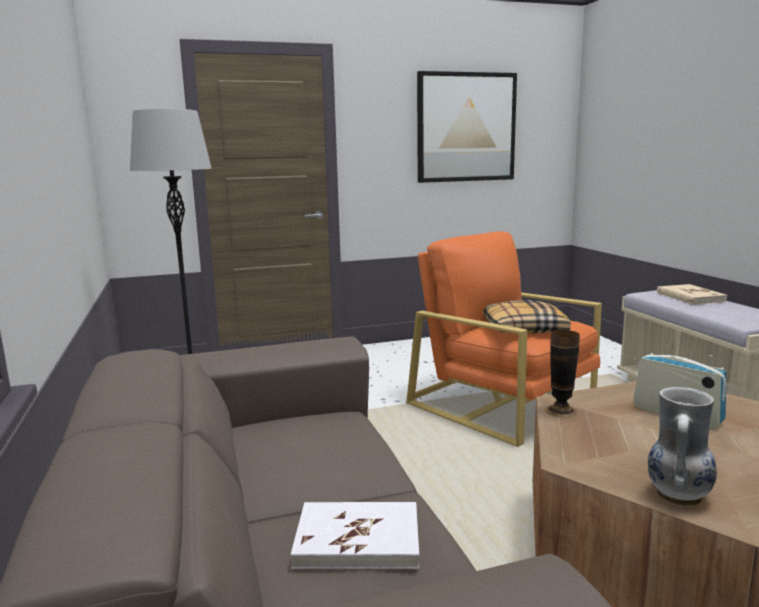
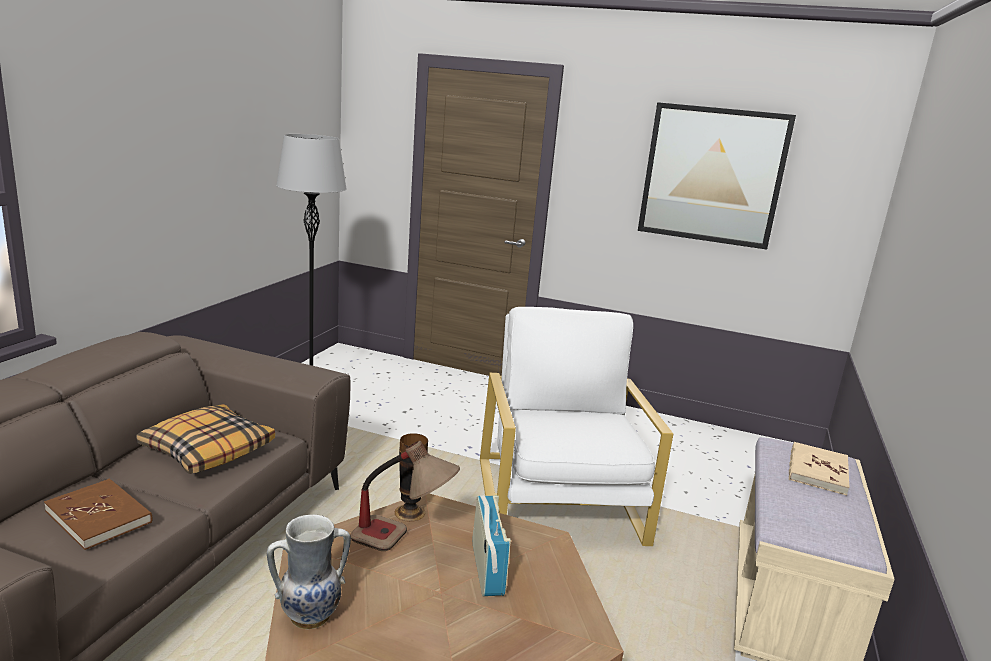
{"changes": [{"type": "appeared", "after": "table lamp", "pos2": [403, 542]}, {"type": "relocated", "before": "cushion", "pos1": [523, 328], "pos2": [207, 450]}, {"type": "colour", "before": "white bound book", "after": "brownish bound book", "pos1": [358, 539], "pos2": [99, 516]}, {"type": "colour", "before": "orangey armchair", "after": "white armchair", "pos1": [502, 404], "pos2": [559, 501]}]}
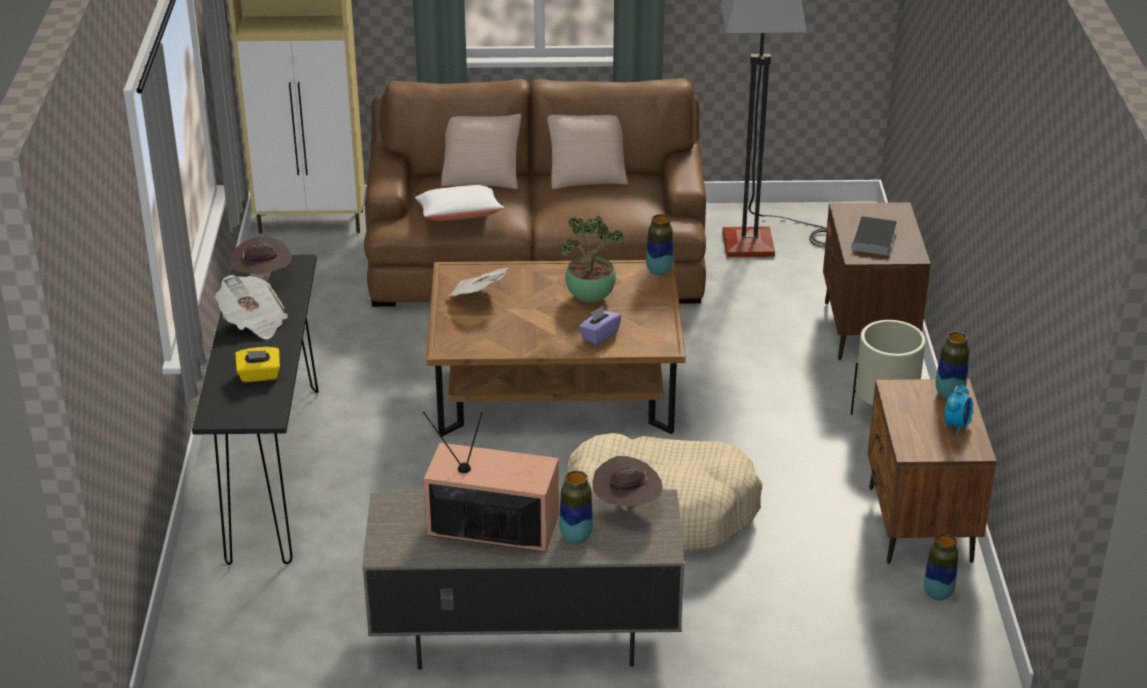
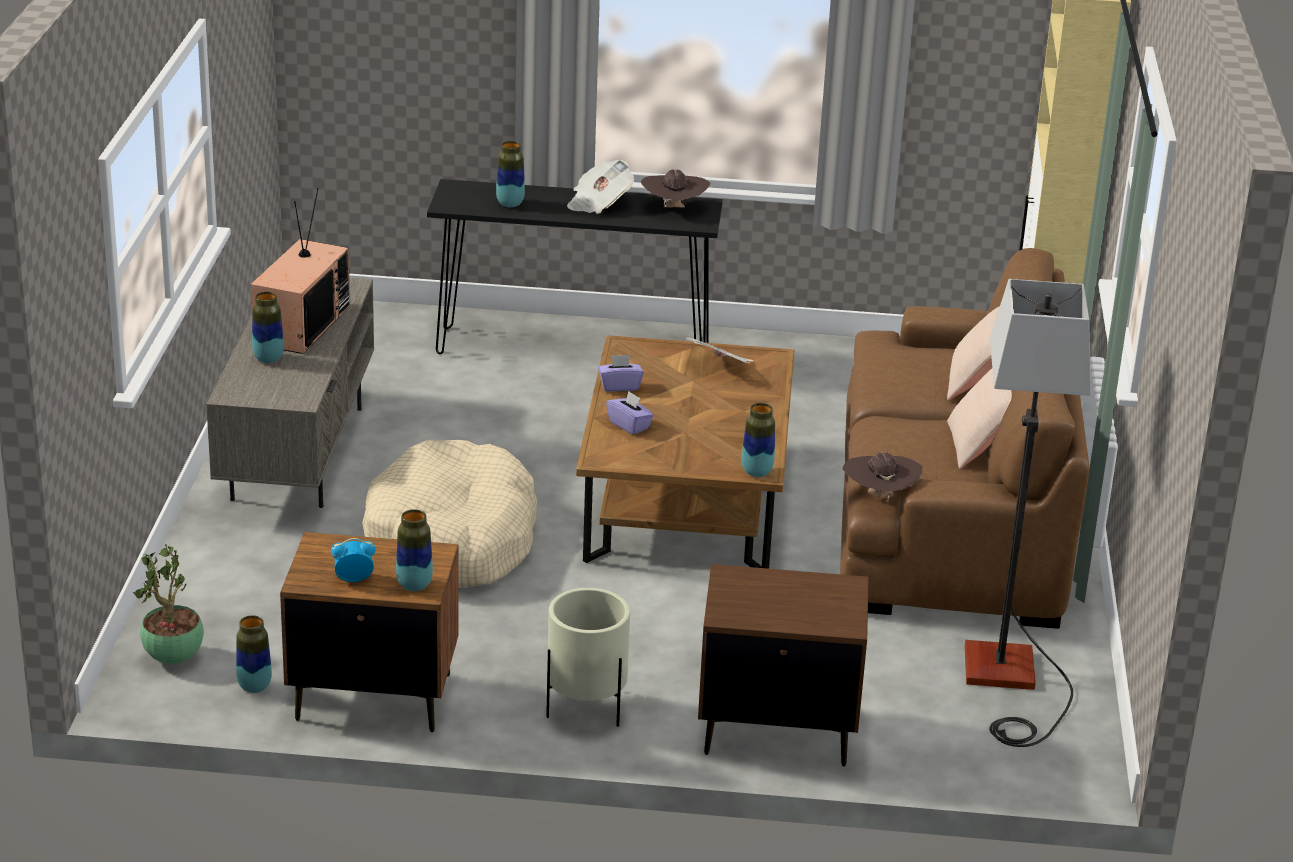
{"changes": [{"type": "missing", "before": "white cushion", "pos1": [459, 216]}, {"type": "missing", "before": "bound book", "pos1": [874, 240]}, {"type": "appeared", "after": "purple-coloured tissue holder", "pos2": [619, 386]}, {"type": "relocated", "before": "potted plant", "pos1": [591, 298], "pos2": [172, 659]}, {"type": "relocated", "before": "brownish wearable hat", "pos1": [626, 506], "pos2": [879, 496]}, {"type": "exchanged", "before": "yellow-coloured tissue holder", "after": "flower vase", "pos1": [259, 375], "pos2": [510, 204]}, {"type": "spun", "before": "table clock", "pos1": [956, 425], "pos2": [353, 579], "turn": 135}]}
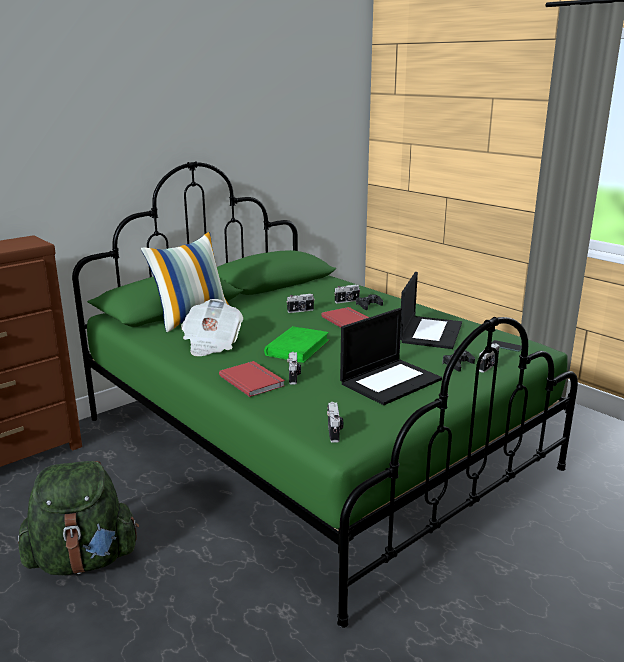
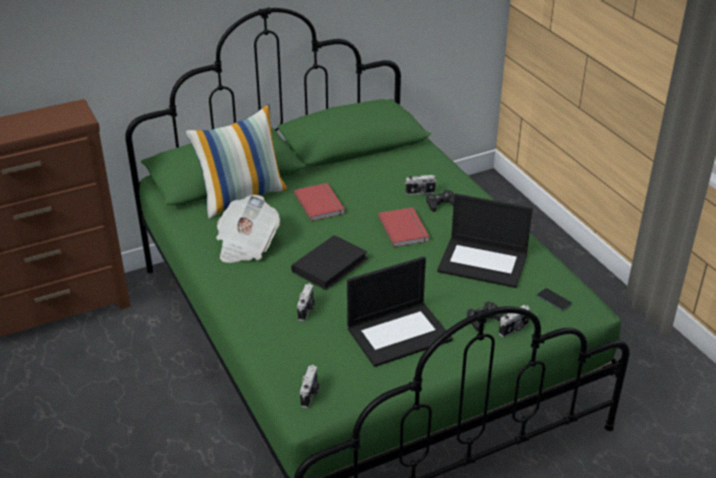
{"changes": [{"type": "missing", "before": "greenish knapsack", "pos1": [83, 560]}, {"type": "missing", "before": "photo camera", "pos1": [300, 311]}, {"type": "relocated", "before": "red-coloured bound book", "pos1": [253, 380], "pos2": [320, 203]}, {"type": "colour", "before": "greenish bound book", "after": "blackish bound book", "pos1": [297, 348], "pos2": [330, 265]}, {"type": "spun", "before": "laptop", "pos1": [430, 332], "pos2": [484, 262], "turn": 75}]}
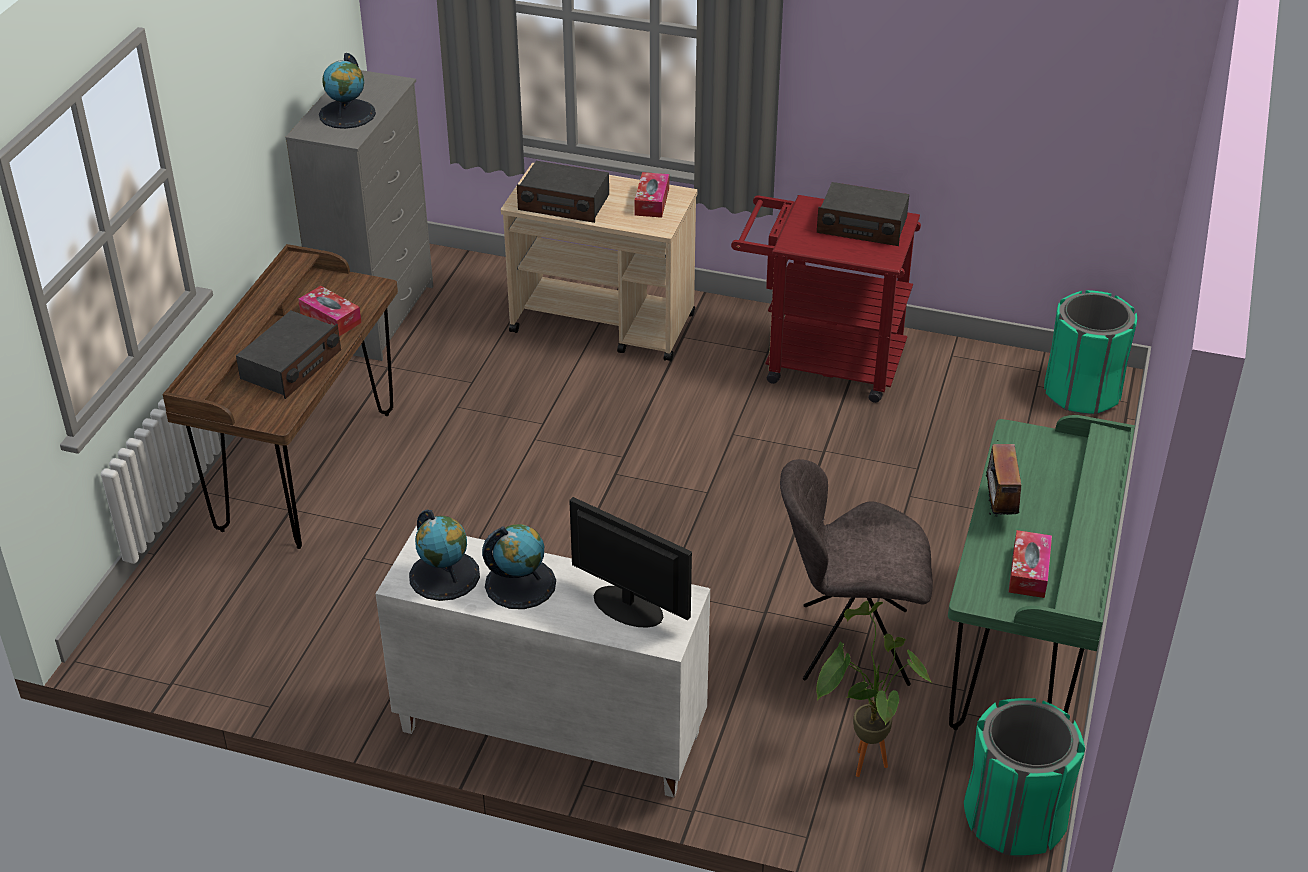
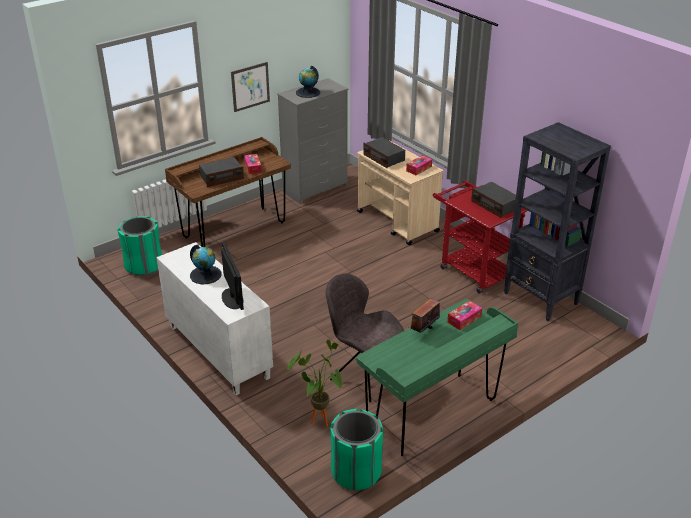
{"changes": [{"type": "missing", "before": "world globe", "pos1": [444, 575]}, {"type": "appeared", "after": "picture", "pos2": [250, 86]}, {"type": "appeared", "after": "blackish bookshelf", "pos2": [541, 299]}, {"type": "relocated", "before": "tissue holder", "pos1": [1028, 572], "pos2": [464, 319]}, {"type": "relocated", "before": "greenish trash can", "pos1": [1081, 392], "pos2": [144, 265]}]}
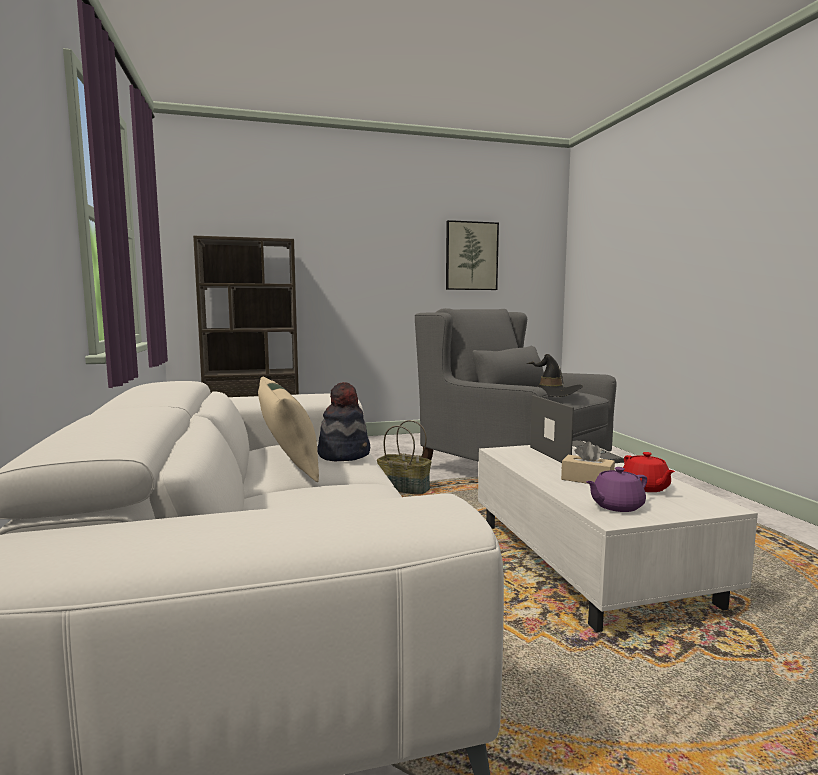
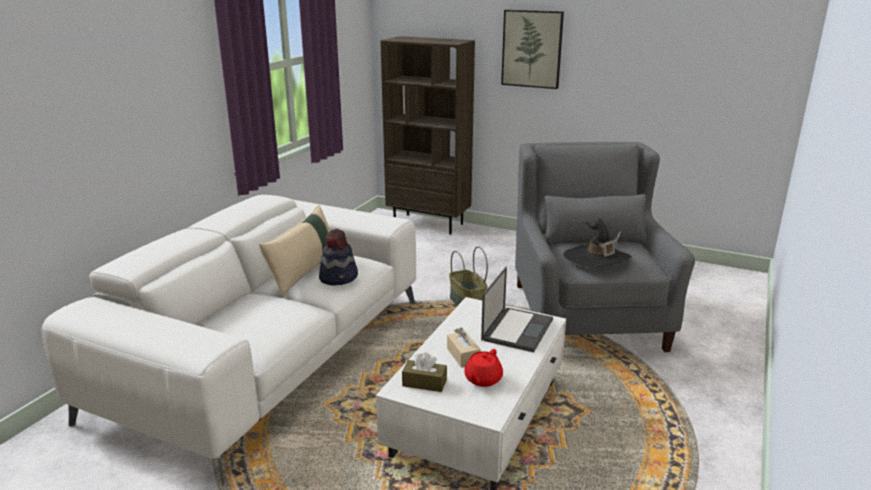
{"changes": [{"type": "relocated", "before": "picture", "pos1": [471, 256], "pos2": [532, 49]}, {"type": "exchanged", "before": "purple-coloured teapot", "after": "brownish tissue holder", "pos1": [616, 506], "pos2": [424, 383]}]}
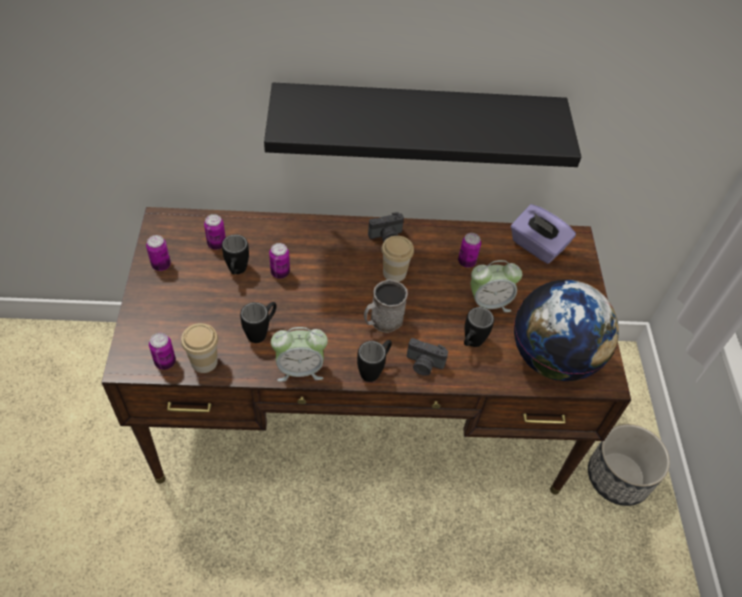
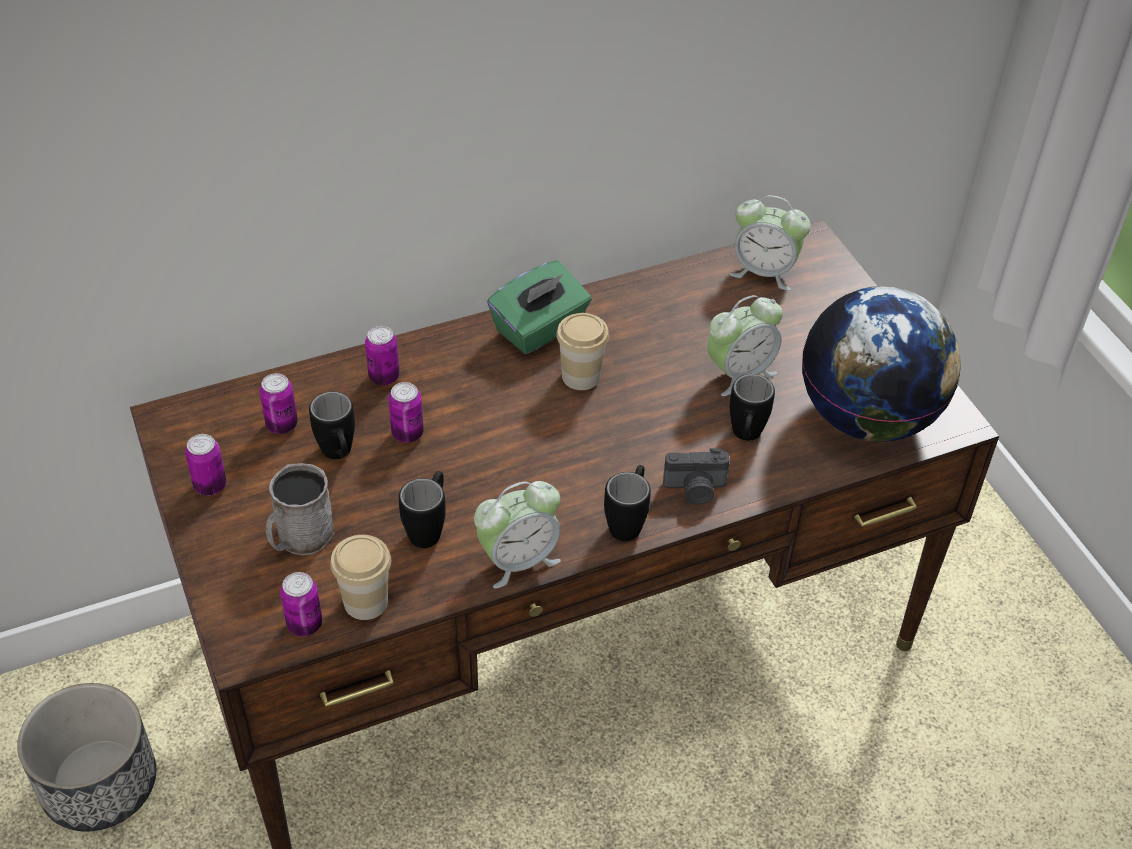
{"changes": [{"type": "missing", "before": "blackish wall shelf", "pos1": [416, 121]}, {"type": "relocated", "before": "greyish mug", "pos1": [382, 321], "pos2": [300, 538]}, {"type": "relocated", "before": "metal can", "pos1": [466, 262], "pos2": [384, 377]}, {"type": "relocated", "before": "flower pot", "pos1": [618, 477], "pos2": [100, 783]}, {"type": "exchanged", "before": "photo camera", "after": "greenish tissue holder", "pos1": [386, 237], "pos2": [540, 329]}, {"type": "exchanged", "before": "purple-coloured tissue holder", "after": "table clock", "pos1": [536, 246], "pos2": [764, 272]}]}
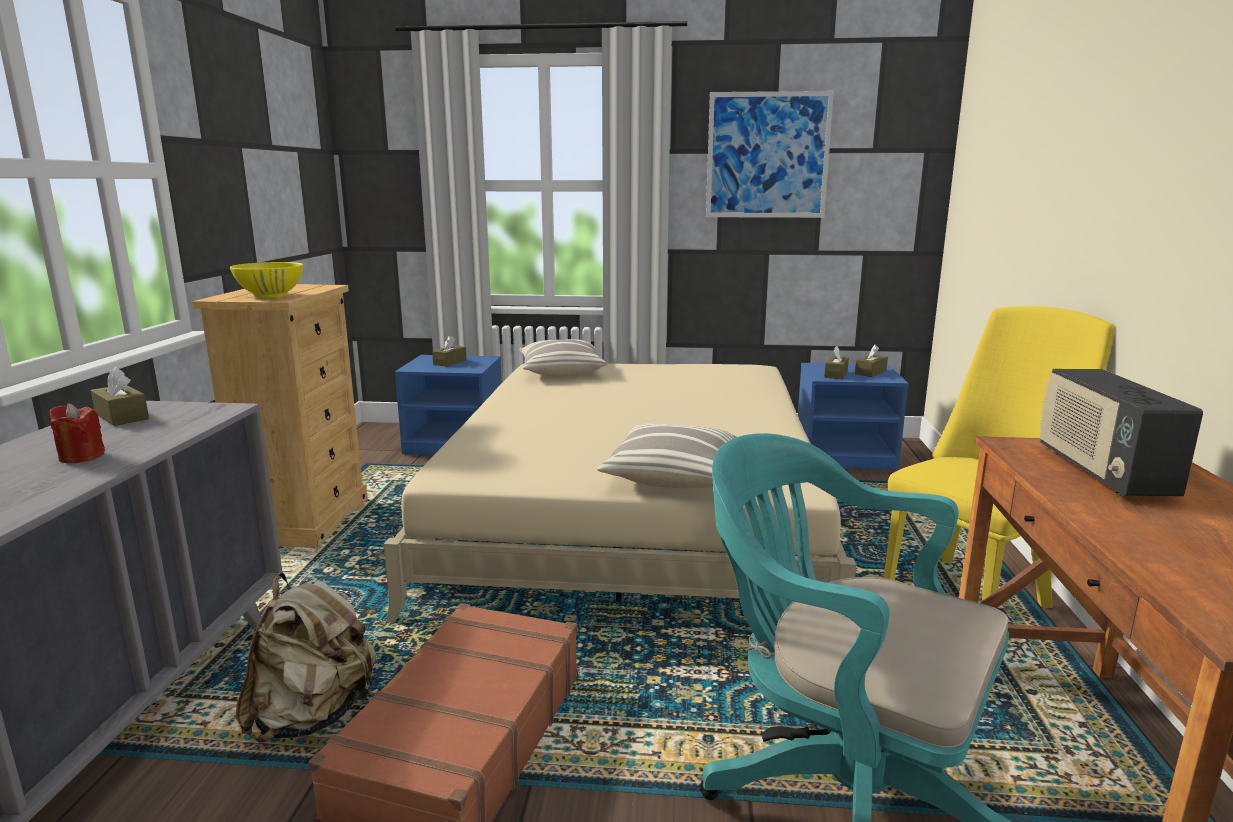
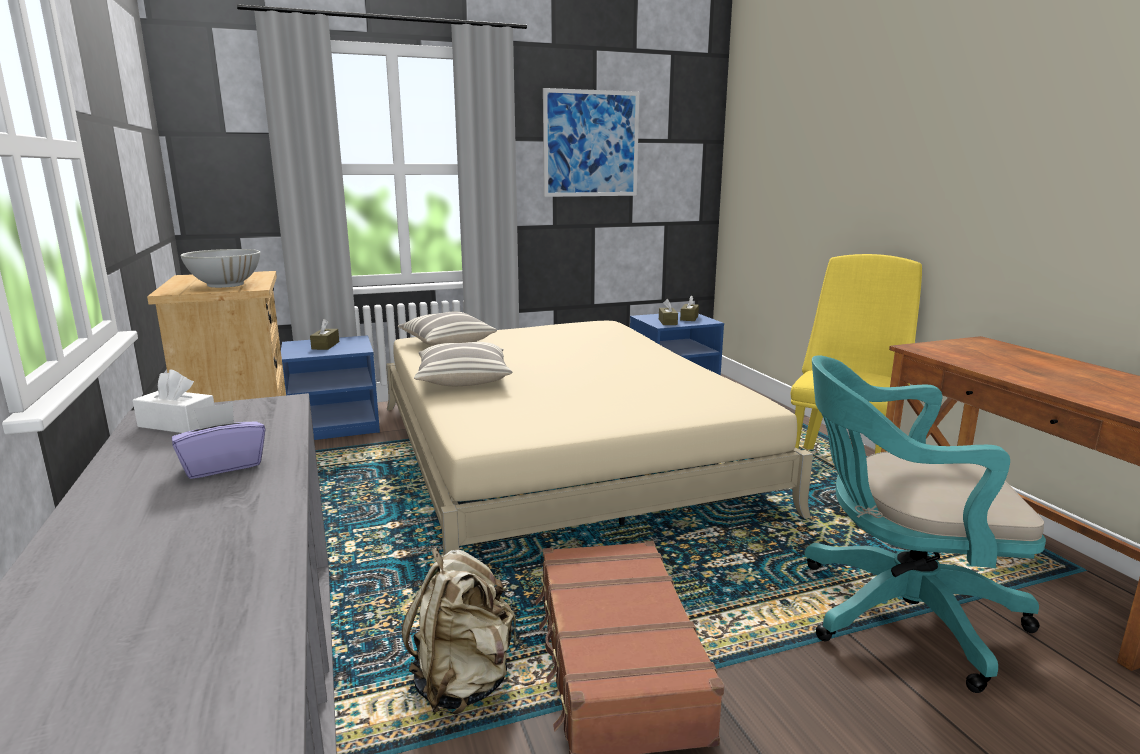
{"changes": [{"type": "missing", "before": "radio receiver", "pos1": [1101, 471]}, {"type": "relocated", "before": "cushion", "pos1": [673, 475], "pos2": [462, 379]}, {"type": "exchanged", "before": "red-coloured wax candle", "after": "purple-coloured tissue holder", "pos1": [81, 456], "pos2": [223, 466]}, {"type": "colour", "before": "brownish tissue holder", "after": "white tissue holder", "pos1": [122, 416], "pos2": [177, 424]}, {"type": "colour", "before": "yellow-coloured serving bowl", "after": "white serving bowl", "pos1": [270, 295], "pos2": [225, 285]}]}
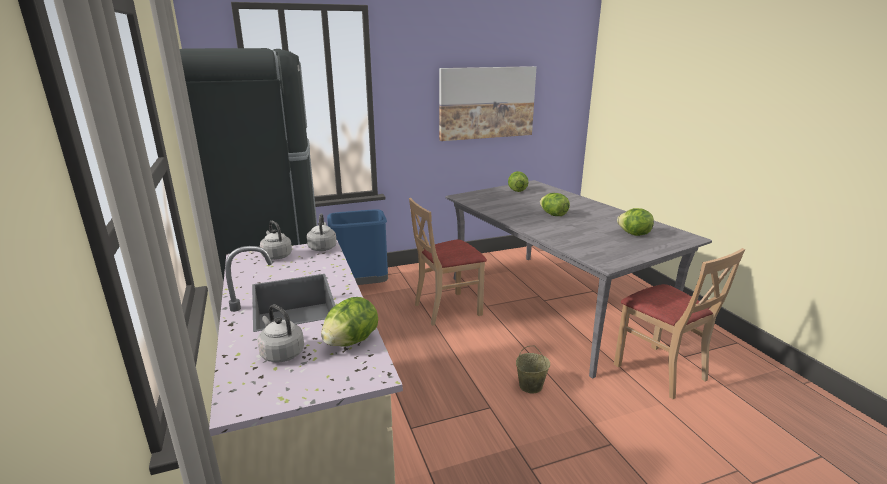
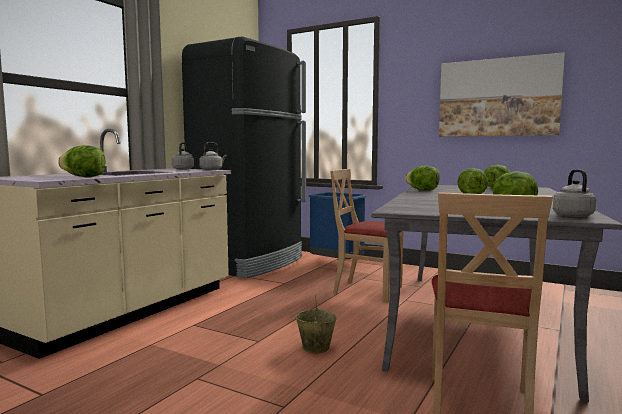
{"changes": [{"type": "appeared", "after": "lettuce", "pos2": [422, 190]}, {"type": "relocated", "before": "greyish water kettle", "pos1": [281, 353], "pos2": [571, 215]}]}
